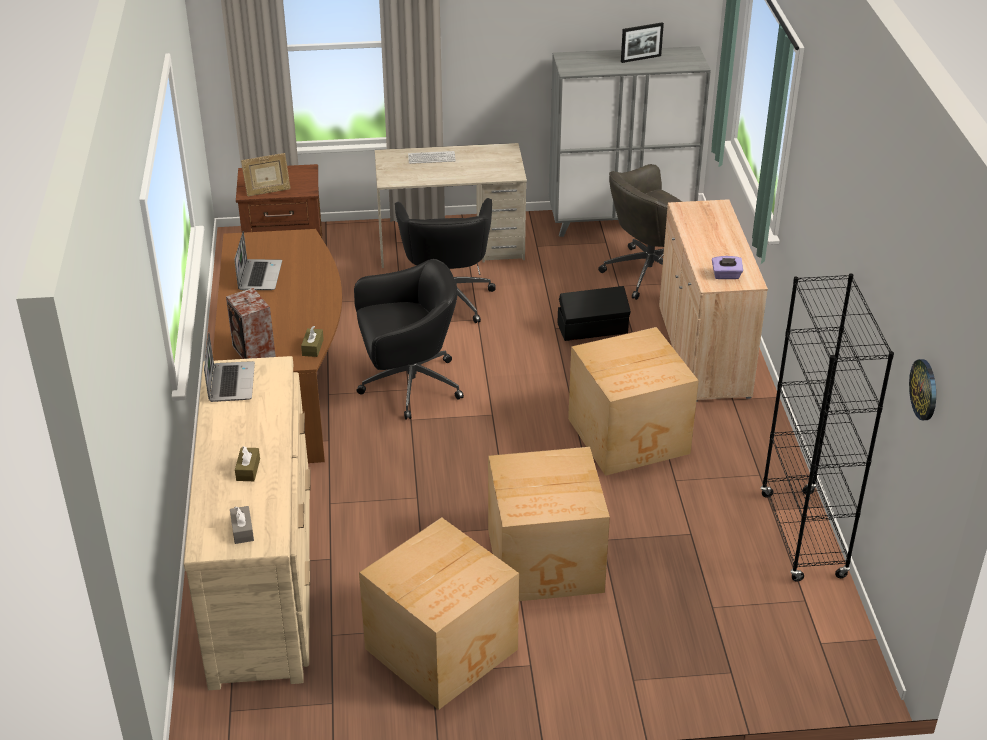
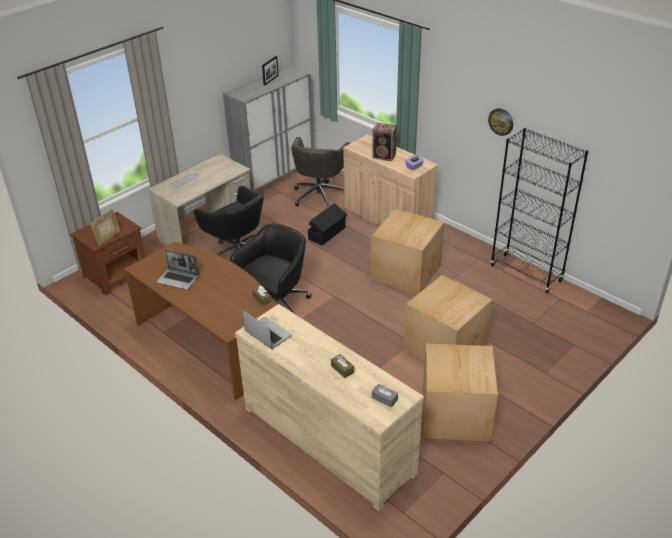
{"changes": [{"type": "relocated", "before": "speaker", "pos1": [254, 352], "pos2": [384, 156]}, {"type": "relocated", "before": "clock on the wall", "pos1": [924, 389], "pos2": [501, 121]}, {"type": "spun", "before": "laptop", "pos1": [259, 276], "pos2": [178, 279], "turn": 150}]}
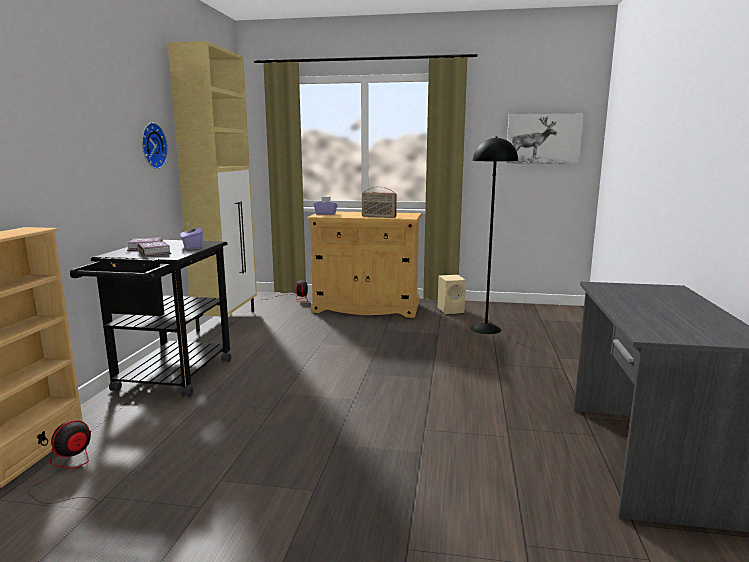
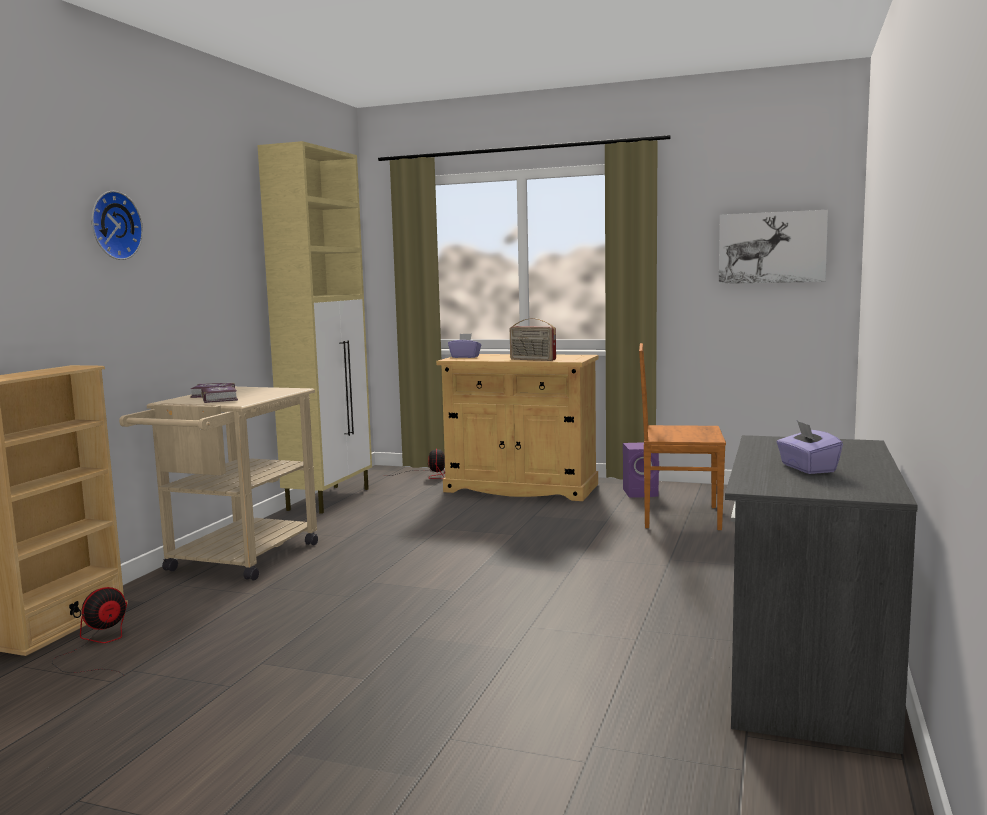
{"changes": [{"type": "relocated", "before": "clock on the wall", "pos1": [151, 146], "pos2": [113, 225]}, {"type": "relocated", "before": "purple-coloured tissue holder", "pos1": [192, 247], "pos2": [807, 468]}, {"type": "exchanged", "before": "blackish floor lamp", "after": "brownish upright chair", "pos1": [485, 328], "pos2": [678, 517]}, {"type": "colour", "before": "blackish trolley", "after": "sand-coloured trolley", "pos1": [169, 379], "pos2": [236, 561]}, {"type": "colour", "before": "sand-coloured speaker", "after": "purple-coloured speaker", "pos1": [451, 310], "pos2": [642, 493]}]}
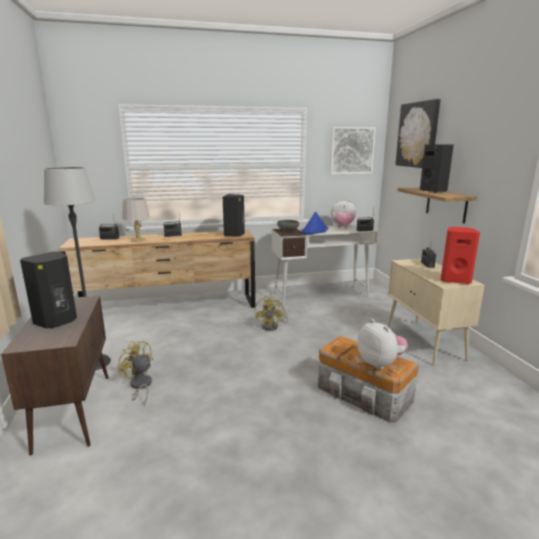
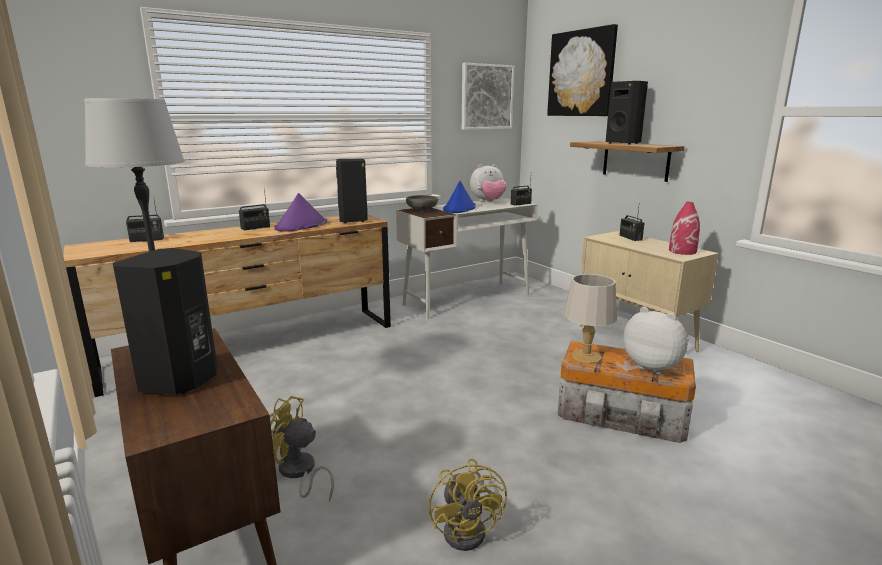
{"changes": [{"type": "appeared", "after": "purple-coloured wearable hat", "pos2": [301, 226]}, {"type": "relocated", "before": "greyish table lamp", "pos1": [138, 240], "pos2": [585, 357]}, {"type": "relocated", "before": "yellow-coloured electric fan", "pos1": [273, 326], "pos2": [470, 529]}, {"type": "exchanged", "before": "red-coloured speaker", "after": "red-coloured flower vase", "pos1": [454, 280], "pos2": [682, 251]}]}
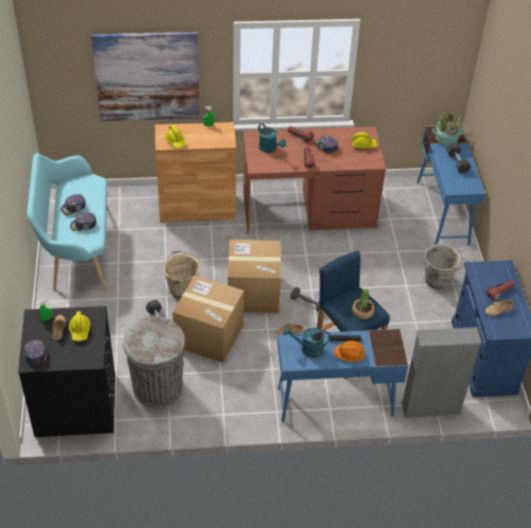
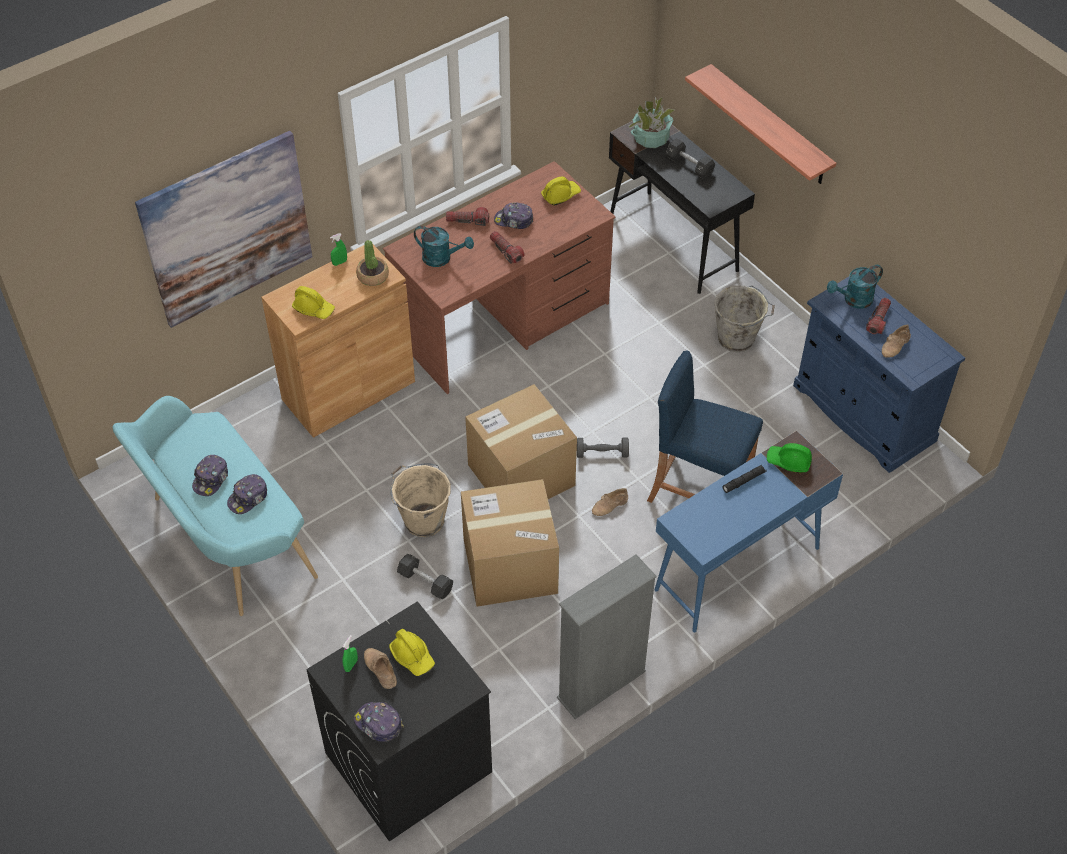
{"changes": [{"type": "missing", "before": "greyish trash can", "pos1": [157, 387]}, {"type": "missing", "before": "orangey safety helmet", "pos1": [349, 354]}, {"type": "appeared", "after": "wall shelf", "pos2": [769, 126]}, {"type": "appeared", "after": "greenish safety helmet", "pos2": [789, 461]}, {"type": "relocated", "before": "blue-green watering can", "pos1": [307, 349], "pos2": [853, 300]}, {"type": "relocated", "before": "potted plant", "pos1": [362, 312], "pos2": [373, 276]}, {"type": "relocated", "before": "greyish bookshelf", "pos1": [430, 408], "pos2": [601, 685]}, {"type": "colour", "before": "blue desk unit", "after": "blackish desk unit", "pos1": [442, 213], "pos2": [674, 242]}]}
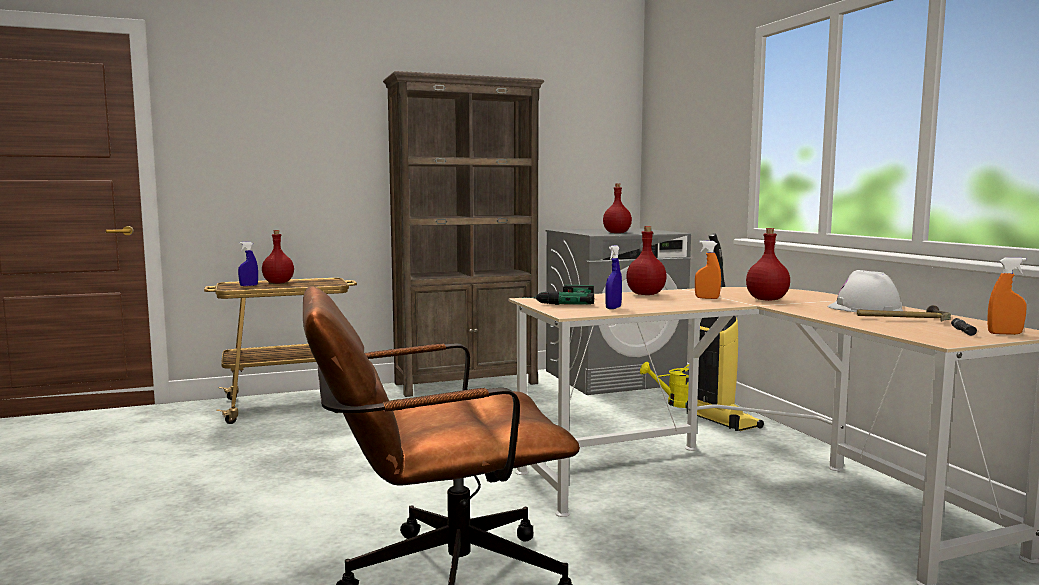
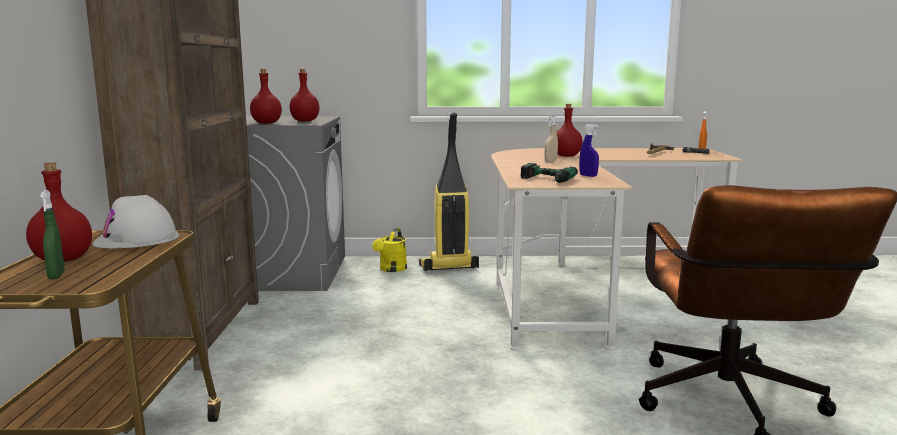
{"changes": [{"type": "relocated", "before": "red-coloured bottle", "pos1": [646, 294], "pos2": [266, 123]}, {"type": "relocated", "before": "white safety helmet", "pos1": [864, 309], "pos2": [137, 239]}, {"type": "colour", "before": "blue hand sprayer", "after": "greenish hand sprayer", "pos1": [249, 285], "pos2": [56, 276]}, {"type": "colour", "before": "orangey hand sprayer", "after": "sand-coloured hand sprayer", "pos1": [707, 298], "pos2": [550, 161]}]}
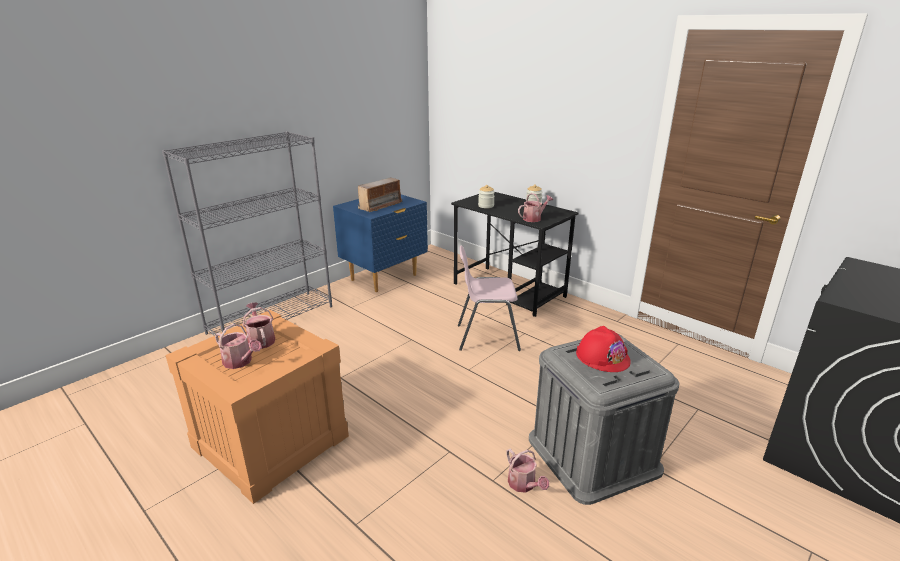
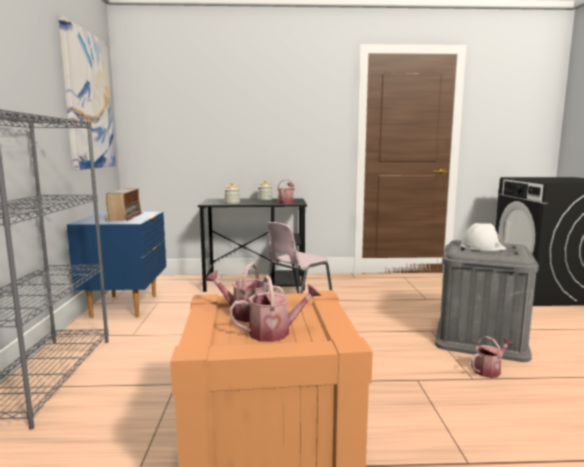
{"changes": [{"type": "appeared", "after": "picture", "pos2": [88, 101]}, {"type": "colour", "before": "red-coloured safety helmet", "after": "white safety helmet", "pos1": [602, 356], "pos2": [482, 247]}, {"type": "spun", "before": "watering can", "pos1": [524, 485], "pos2": [489, 370], "turn": -45}]}
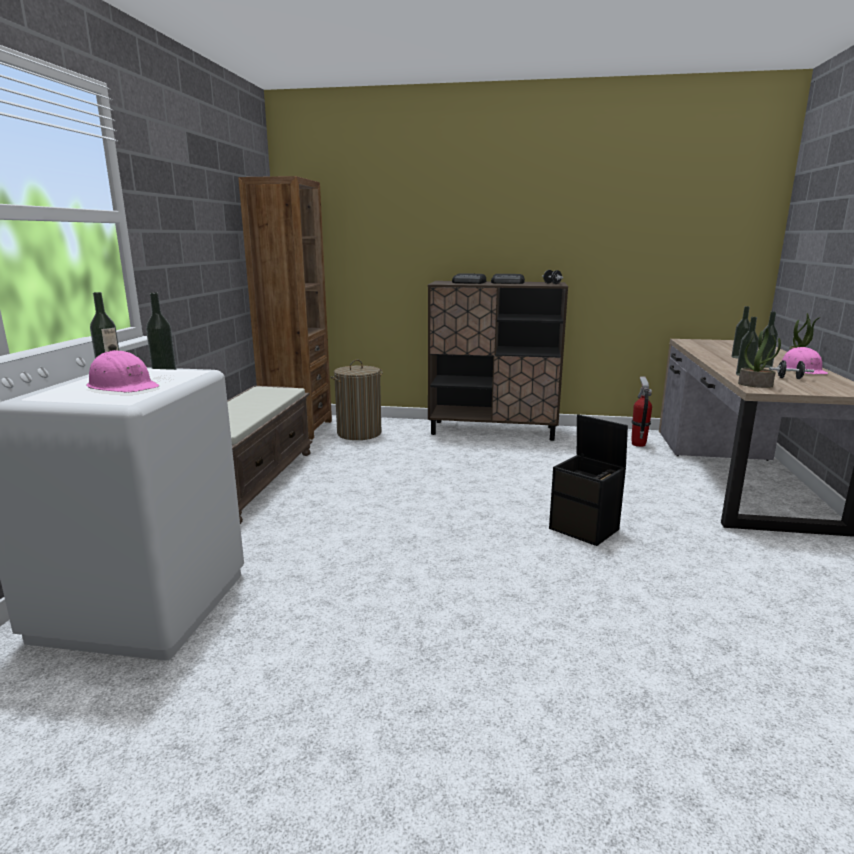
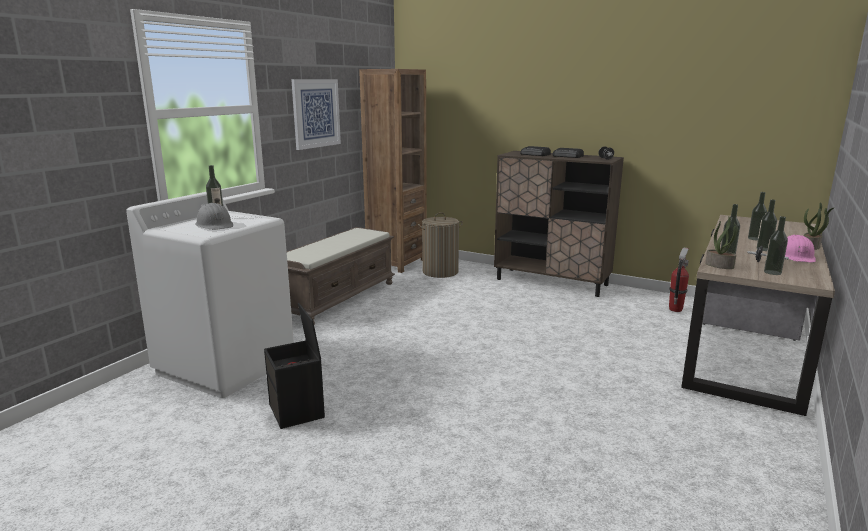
{"changes": [{"type": "appeared", "after": "picture", "pos2": [316, 113]}, {"type": "relocated", "before": "bottle", "pos1": [165, 376], "pos2": [772, 272]}, {"type": "relocated", "before": "blackish storage box", "pos1": [585, 529], "pos2": [297, 411]}, {"type": "colour", "before": "pink safety helmet", "after": "greyish safety helmet", "pos1": [123, 386], "pos2": [215, 225]}]}
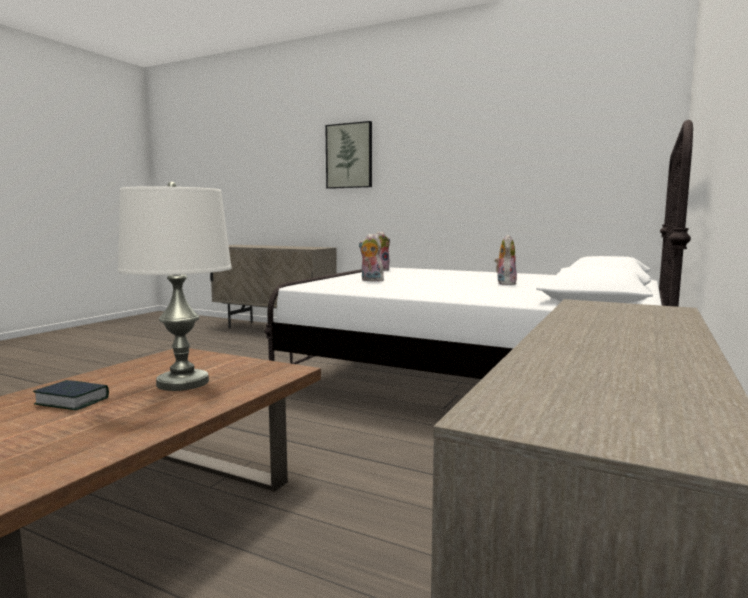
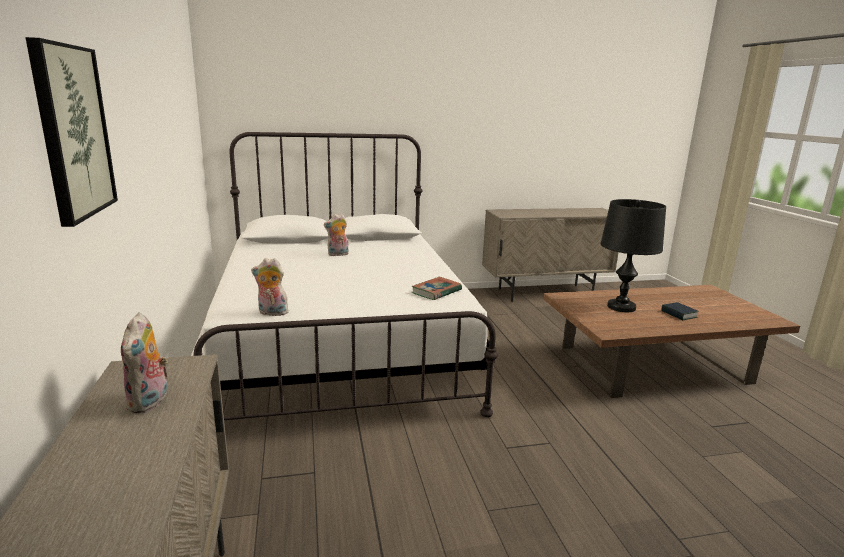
{"changes": [{"type": "appeared", "after": "bound book", "pos2": [436, 291]}, {"type": "relocated", "before": "soft toy", "pos1": [370, 280], "pos2": [150, 402]}, {"type": "colour", "before": "white table lamp", "after": "blackish table lamp", "pos1": [182, 383], "pos2": [621, 307]}]}
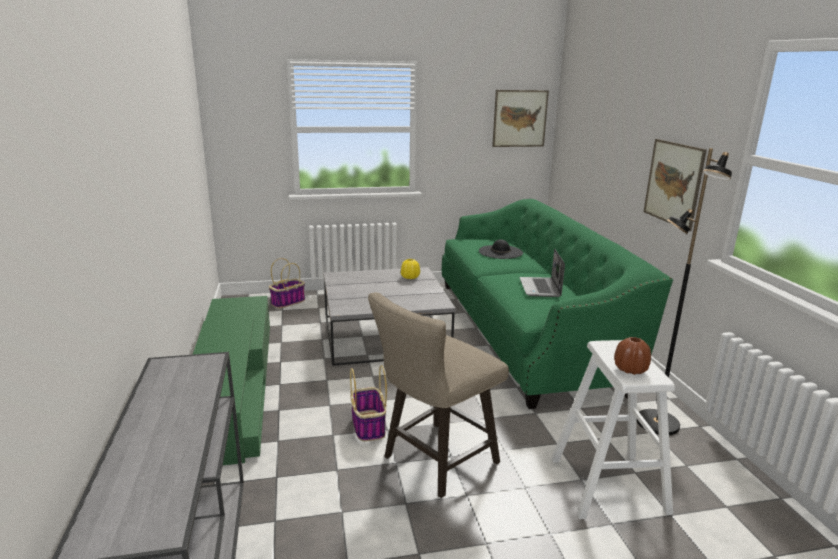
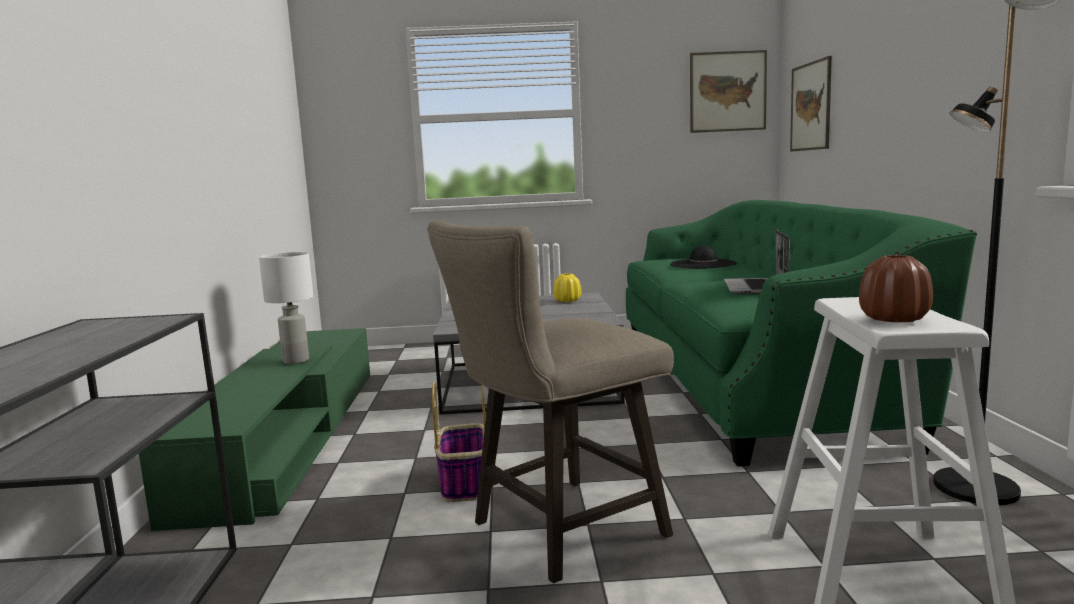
{"changes": [{"type": "missing", "before": "storage basket", "pos1": [288, 302]}, {"type": "appeared", "after": "white table lamp", "pos2": [296, 361]}, {"type": "relocated", "before": "picture", "pos1": [673, 183], "pos2": [810, 106]}]}
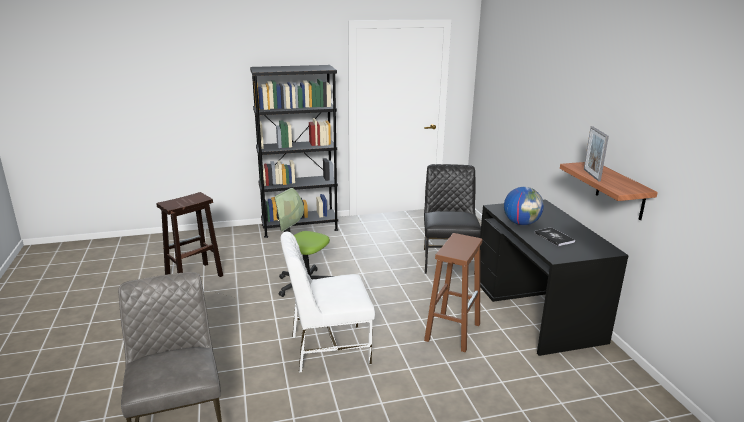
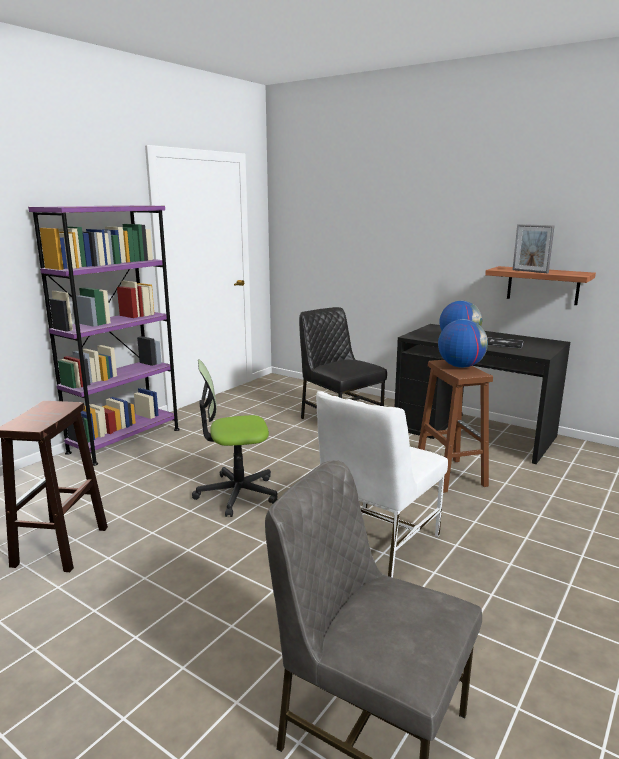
{"changes": [{"type": "appeared", "after": "world globe", "pos2": [460, 366]}, {"type": "colour", "before": "blackish bookshelf", "after": "purple-coloured bookshelf", "pos1": [299, 227], "pos2": [125, 441]}]}
